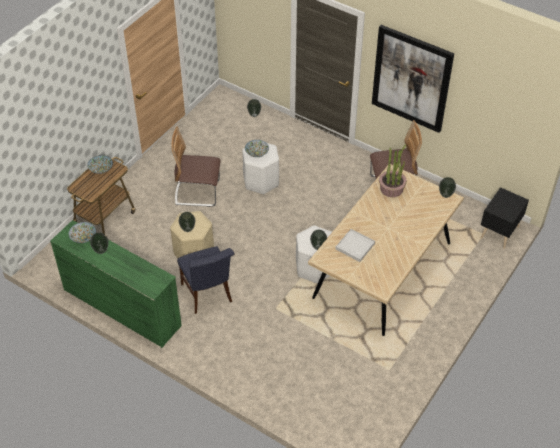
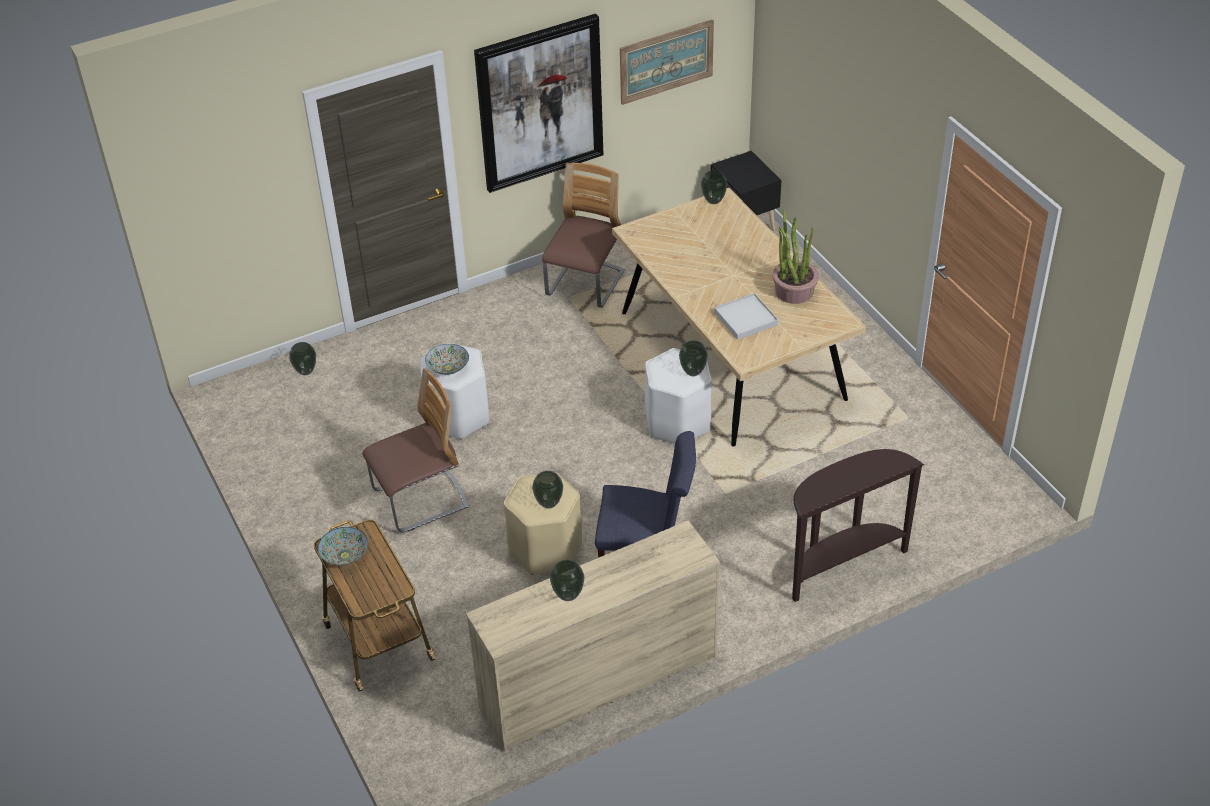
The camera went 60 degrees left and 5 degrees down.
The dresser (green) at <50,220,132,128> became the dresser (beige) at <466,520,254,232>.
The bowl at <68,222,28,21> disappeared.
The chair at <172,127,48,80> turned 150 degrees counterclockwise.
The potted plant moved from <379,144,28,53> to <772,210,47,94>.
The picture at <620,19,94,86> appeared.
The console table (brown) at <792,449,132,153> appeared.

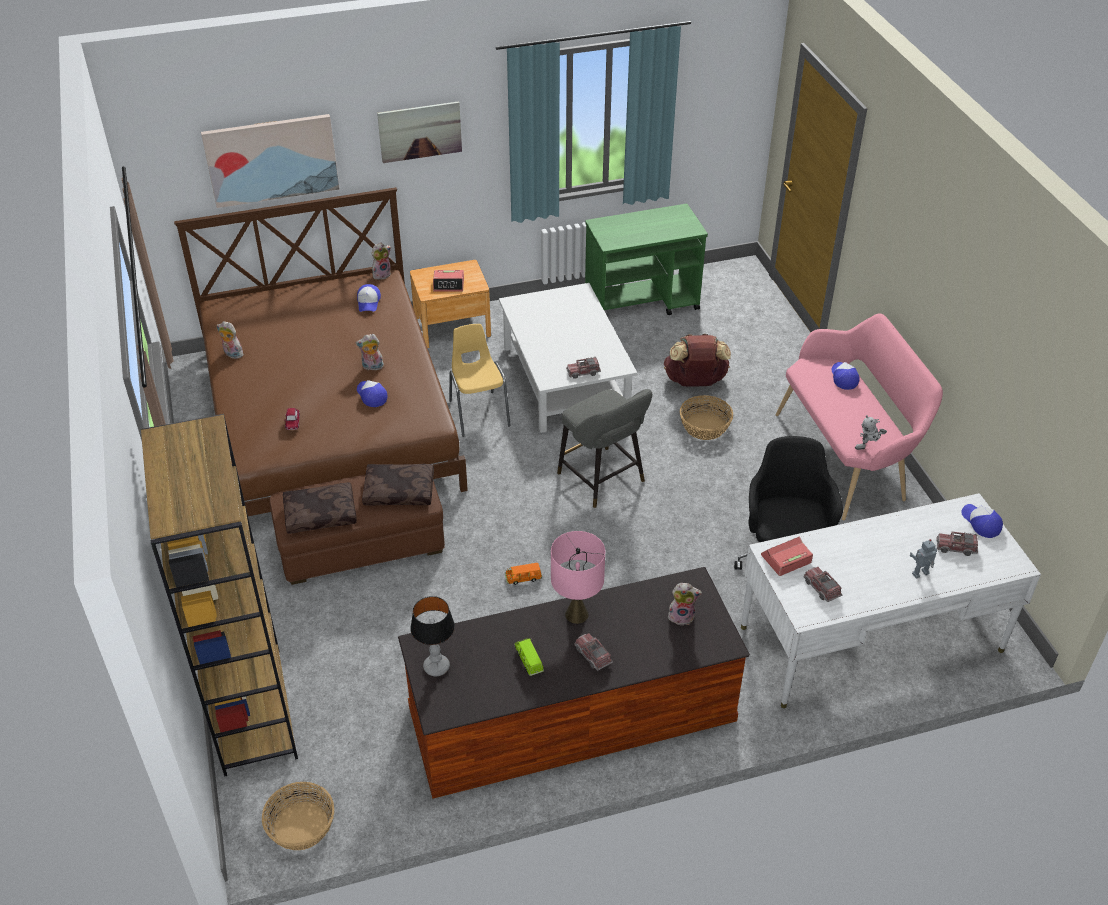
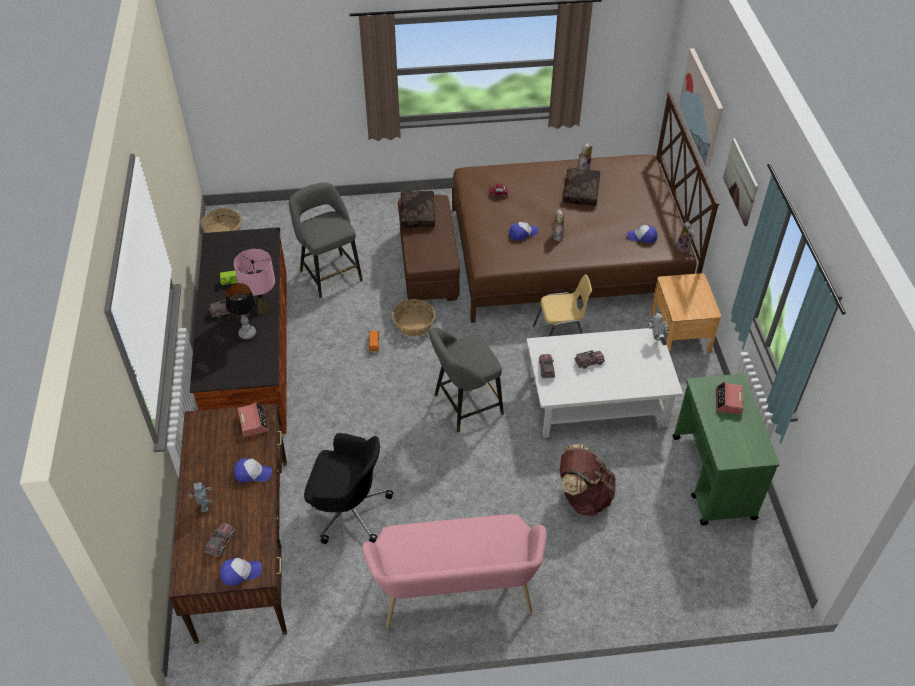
The camera went 100 degrees right and 5 degrees up.
The bookcase (brown) at <141,414,157,363> disappeared.
The pillow (brown) moved from <362,464,72,42> to <563,168,37,38>.
The table lamp moved from <410,596,45,80> to <226,283,30,56>.
The alarm clock moved from <433,270,31,22> to <716,382,28,33>.
The plush toy at <668,583,34,42> disappeared.
The basket moved from <679,395,54,45> to <392,299,43,38>.
The desk (white) at <741,493,300,215> became the desk (brown) at <169,404,118,240>.
The toy truck moved from <804,567,39,35> to <574,350,31,19>.
The cap moved from <831,362,29,28> to <234,458,38,24>.
The toy robot moved from <855,415,32,35> to <647,312,22,33>.
The stool (grey) at <289,183,74,115> appeared.

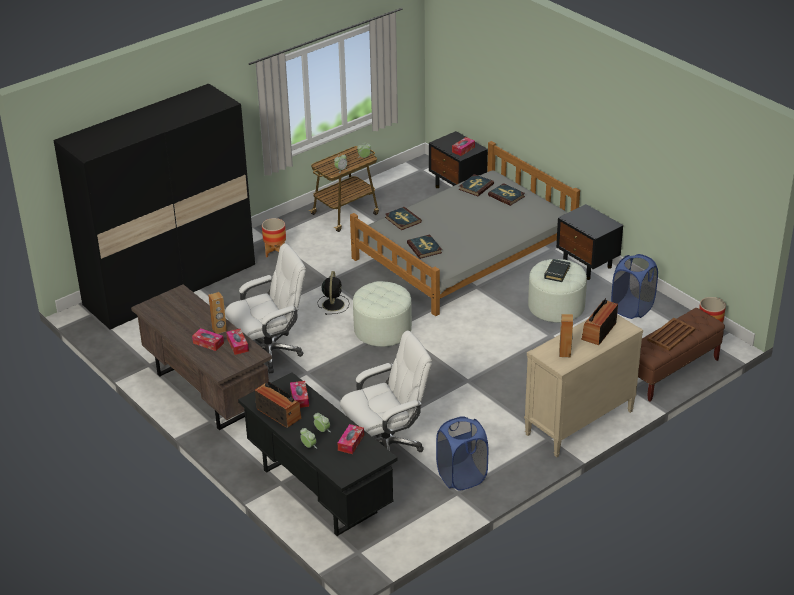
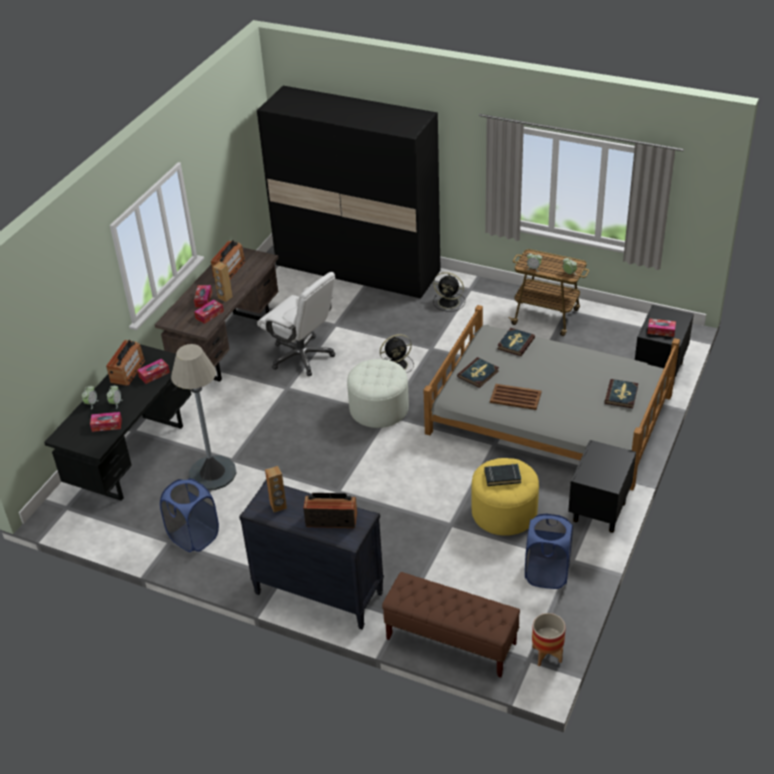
The camera went 65 degrees right and 5 degrees up.
The planter at <262,218,24,39> was replaced by the fan (black) at <433,272,32,40>.
The office chair (white) at <340,330,92,138> was replaced by the floor lamp (grey) at <171,344,65,146>.
The book at <459,174,35,22> disappeared.
The dresser (beige) at <524,314,119,143> became the dresser (black) at <239,480,145,150>.
The ottoman (white) at <528,259,59,64> became the ottoman (yellow) at <471,458,68,78>.
The tray (brown) moved from <647,318,49,33> to <490,384,52,26>.
The radio at <211,240,34,39> appeared.

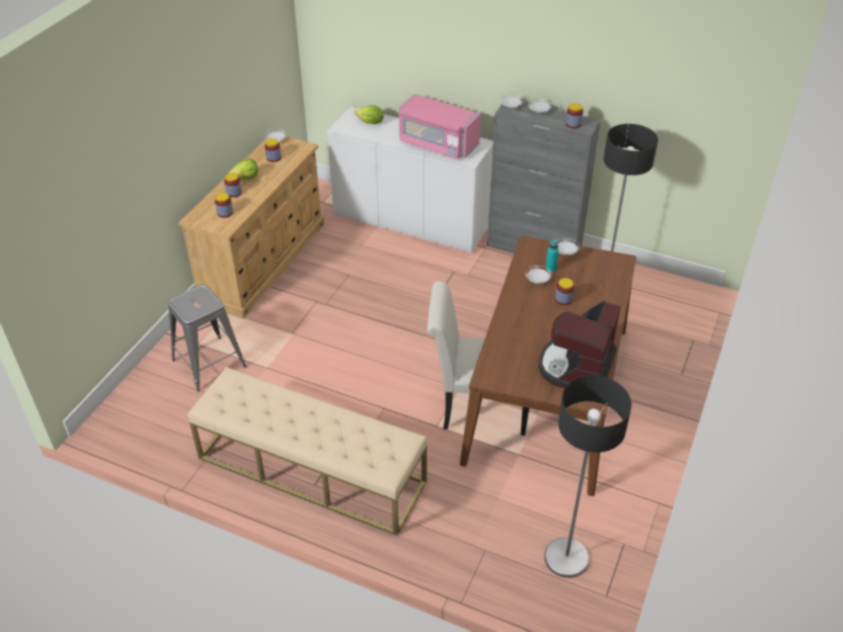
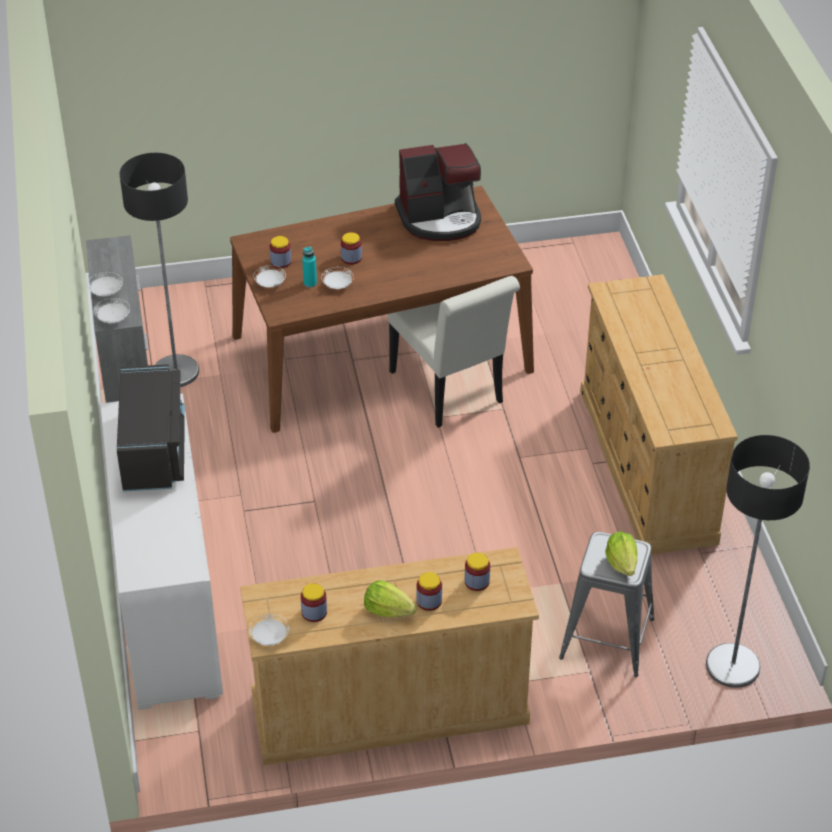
The camera went 125 degrees left and 0 degrees up.
The bench (beige) at <188,367,239,169> was replaced by the dresser (beige) at <580,274,158,281>.
The lettuce moved from <355,105,29,19> to <605,532,32,44>.
The microwave (pink) at <399,94,82,65> became the microwave (black) at <117,364,68,128>.
The floor lamp moved from <544,375,88,203> to <706,435,104,253>.
The jar moved from <566,103,17,25> to <270,236,21,32>.

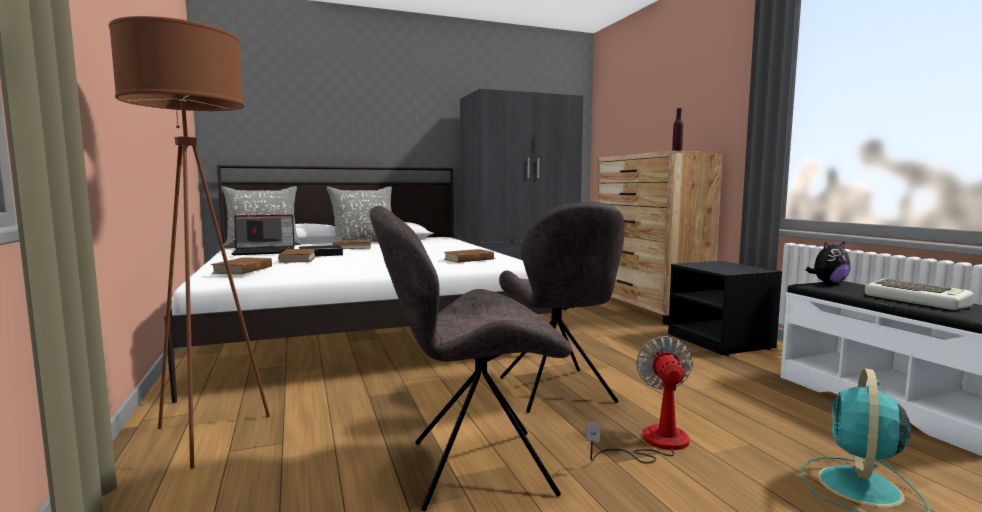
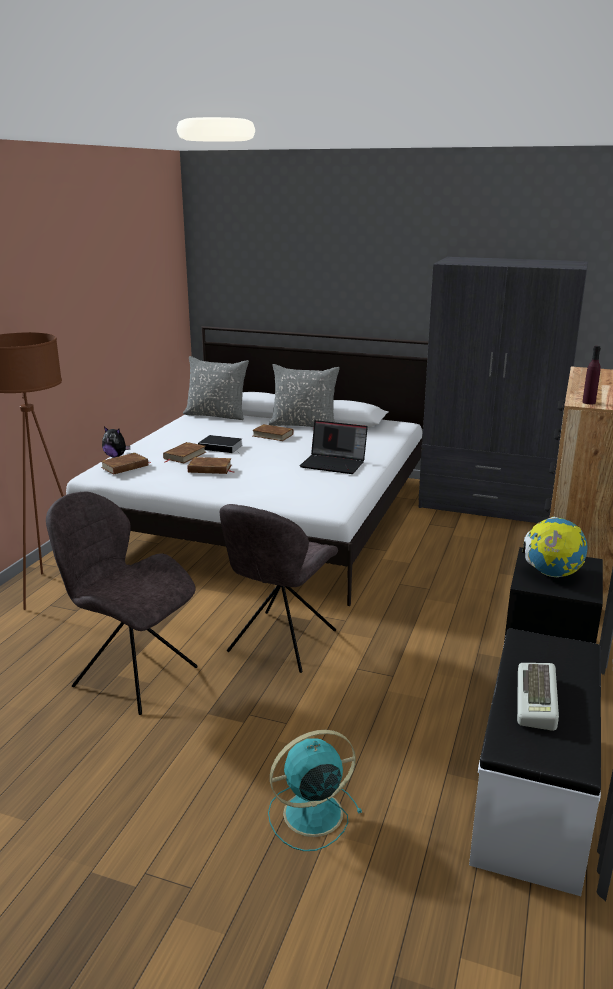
The camera went 40 degrees right and 15 degrees up.
The laptop moved from <231,215,63,40> to <300,420,68,54>.
The book (brown) moved from <444,249,50,14> to <188,457,45,17>.
The fan at <586,336,107,127> disappeared.
The plush toy moved from <806,241,45,43> to <102,427,28,31>.
The globe at <523,517,65,60> appeared.

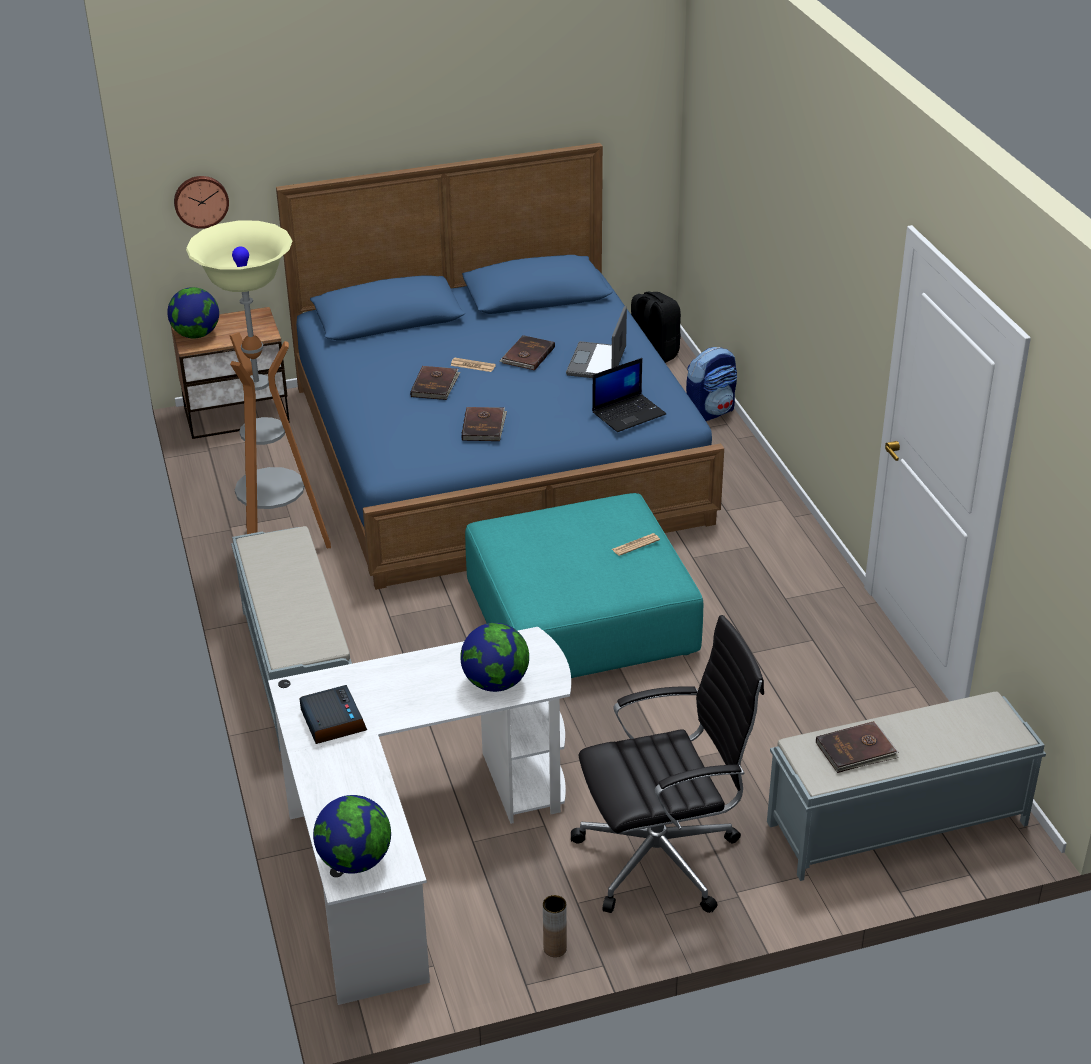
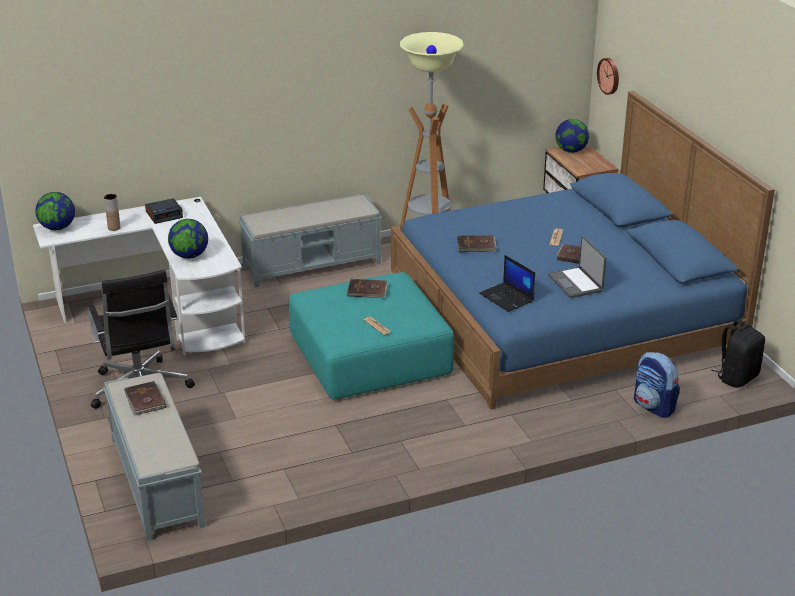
The camera went 85 degrees right and 5 degrees down.
The book (brown) moved from <410,366,51,34> to <347,279,41,19>.
The vase (brown) moved from <543,895,24,62> to <104,194,17,37>.
The laptop at <566,306,61,72> turned 120 degrees counterclockwise.

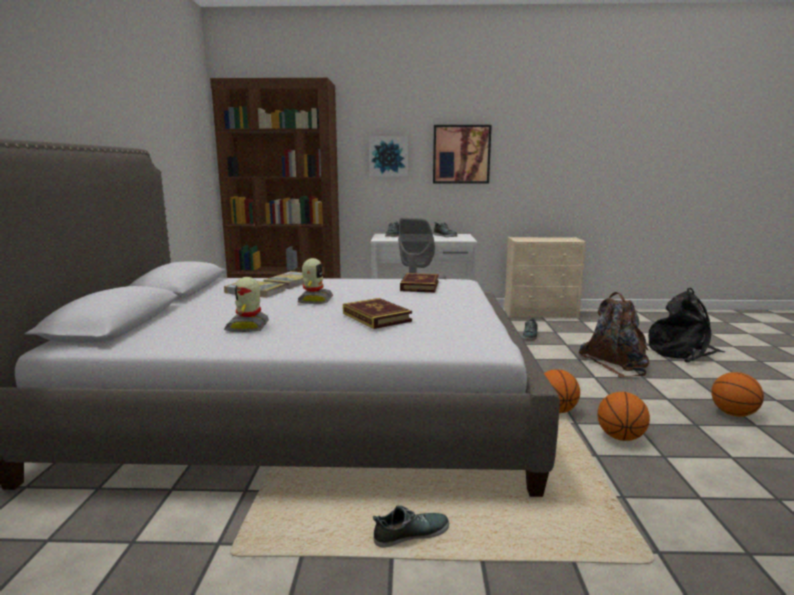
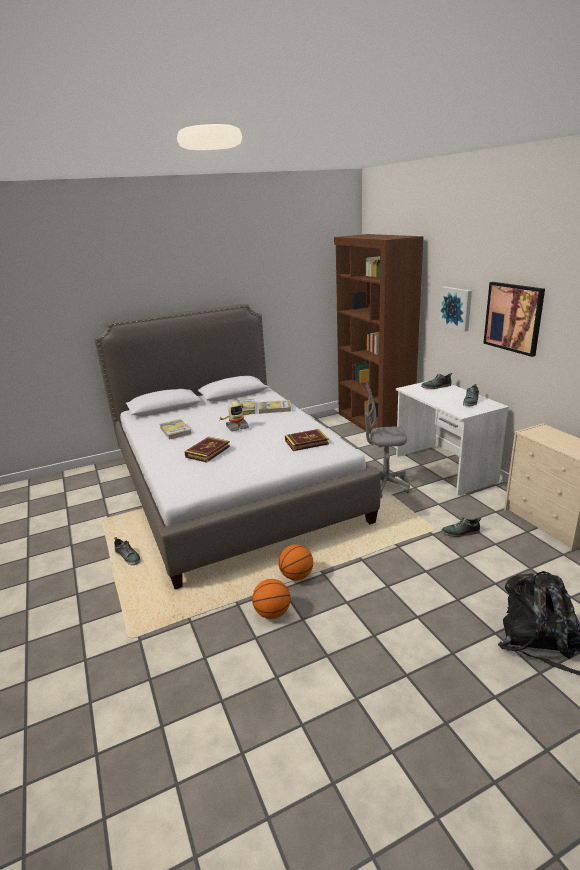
The camera went 65 degrees right and 10 degrees up.
The toy robot at <224,277,45,55> was replaced by the book at <160,419,31,21>.
The backpack (brown) at <579,292,70,86> disappeared.
The basketball at <711,372,53,45> disappeared.

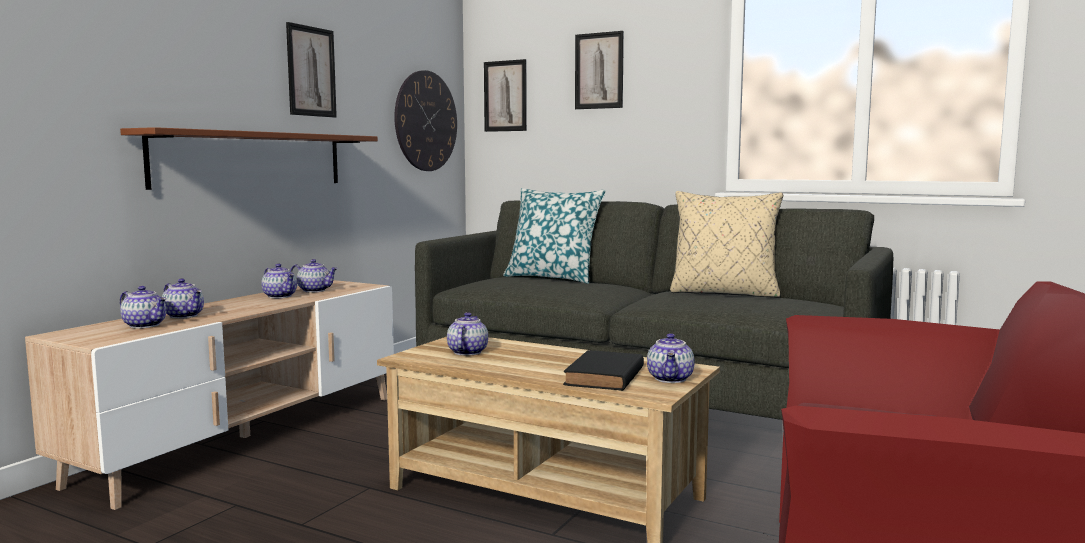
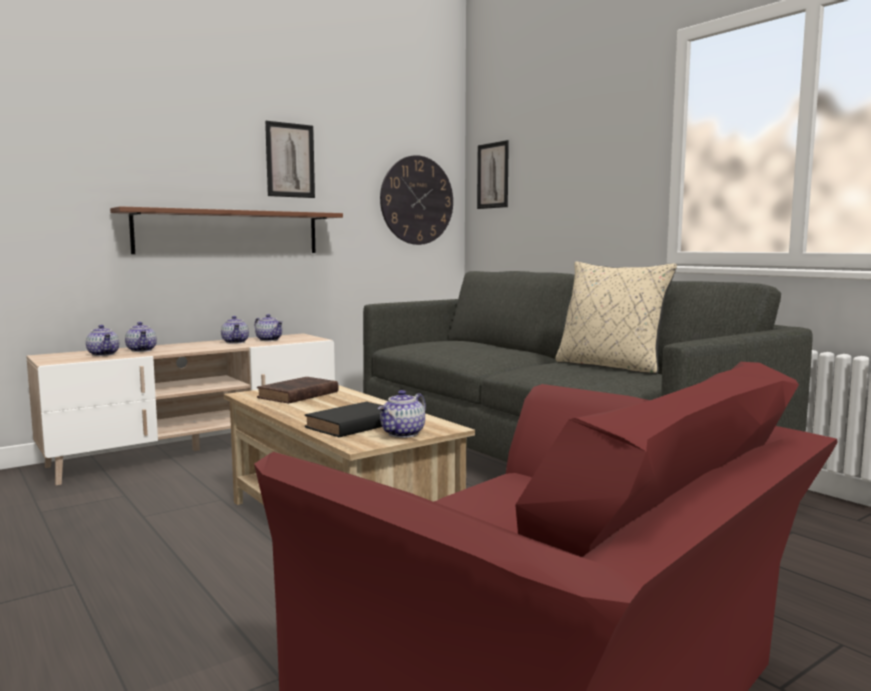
The camera went 25 degrees right and 0 degrees up.
The teapot at <447,312,41,44> was replaced by the book (brown) at <257,377,82,27>.
The pillow at <503,188,103,96> disappeared.
The picture at <575,31,49,78> disappeared.

